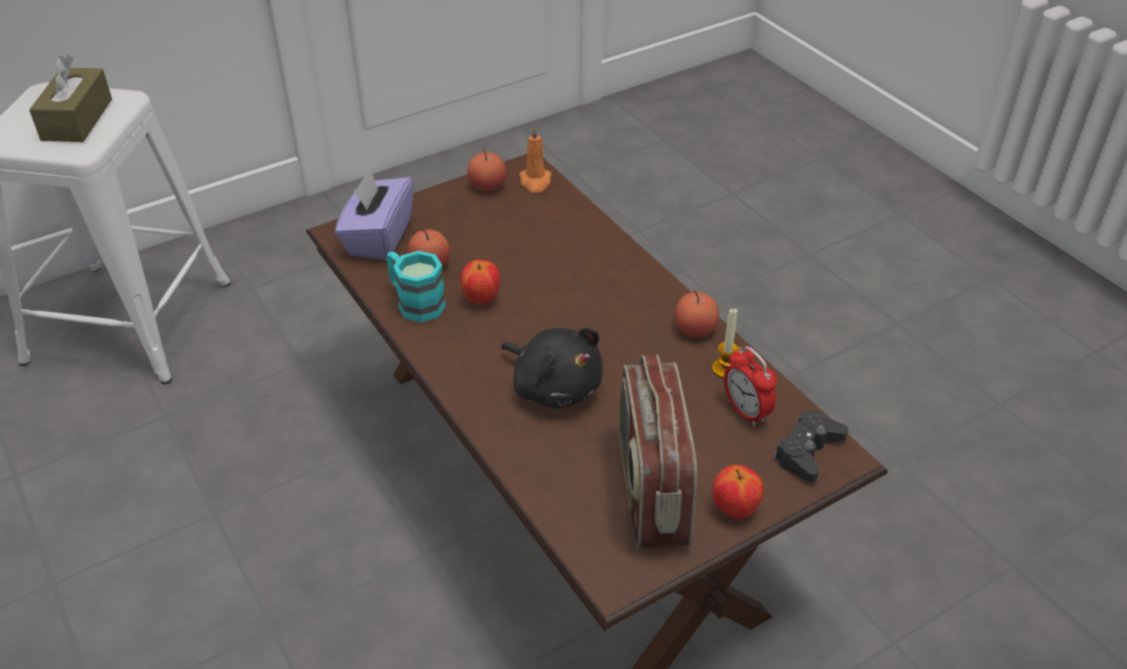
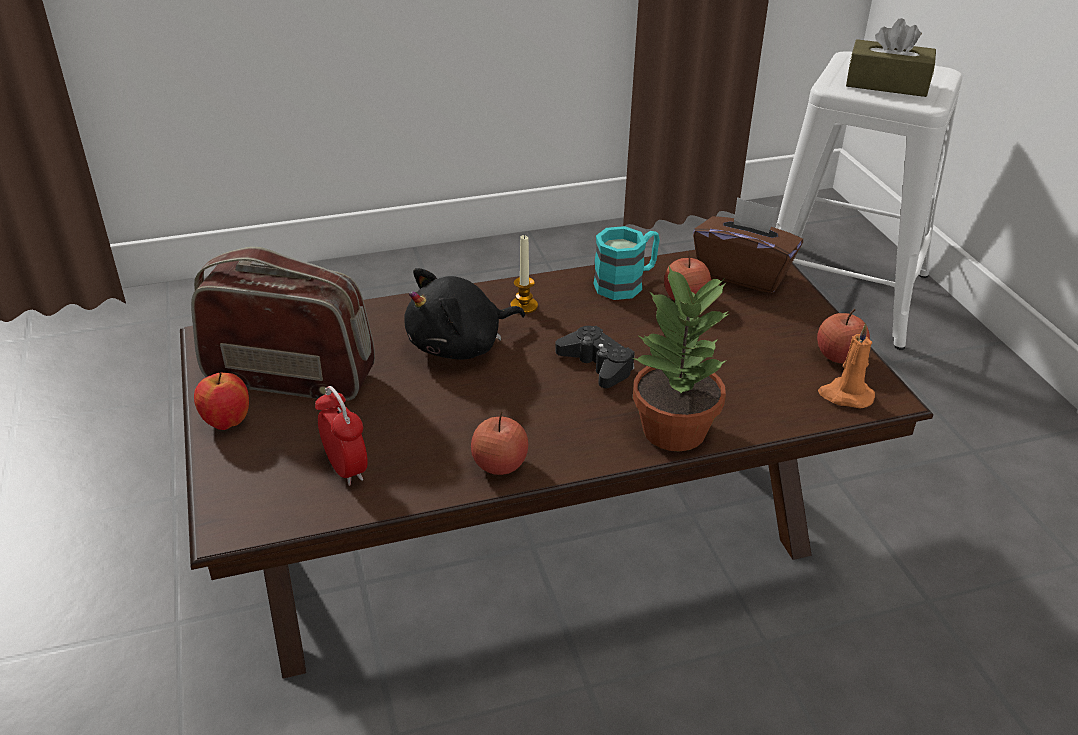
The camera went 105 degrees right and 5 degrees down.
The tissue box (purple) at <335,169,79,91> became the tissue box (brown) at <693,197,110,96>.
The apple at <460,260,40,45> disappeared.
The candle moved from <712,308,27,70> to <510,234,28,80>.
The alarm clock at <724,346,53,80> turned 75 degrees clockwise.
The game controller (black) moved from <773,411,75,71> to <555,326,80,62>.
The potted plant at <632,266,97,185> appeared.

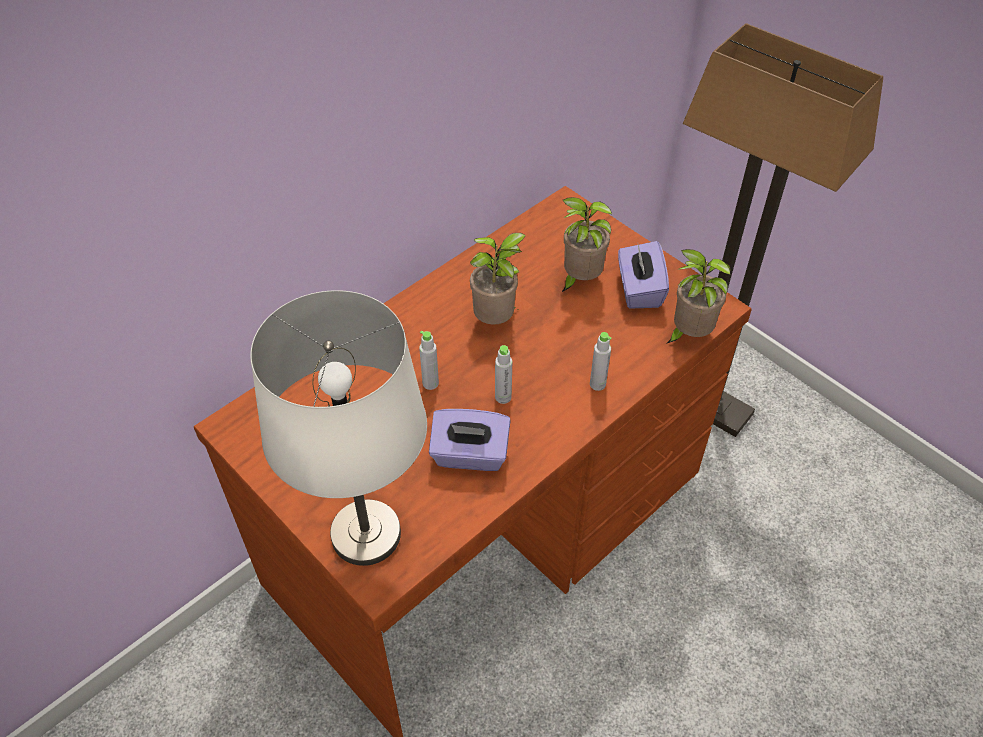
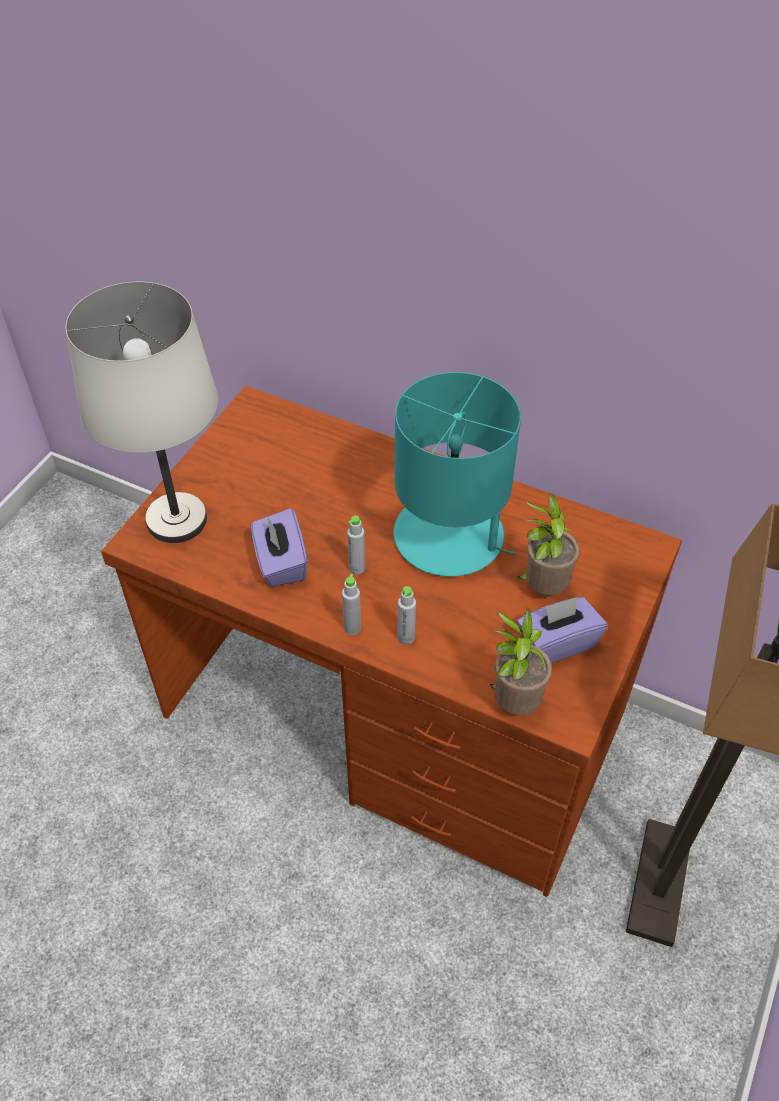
The camera went 70 degrees right and 0 degrees up.
The bottle (grey) moved from <419,331,20,59> to <342,574,19,61>.
The potted plant at <470,233,56,92> was replaced by the table lamp (turquoise) at <393,372,128,205>.

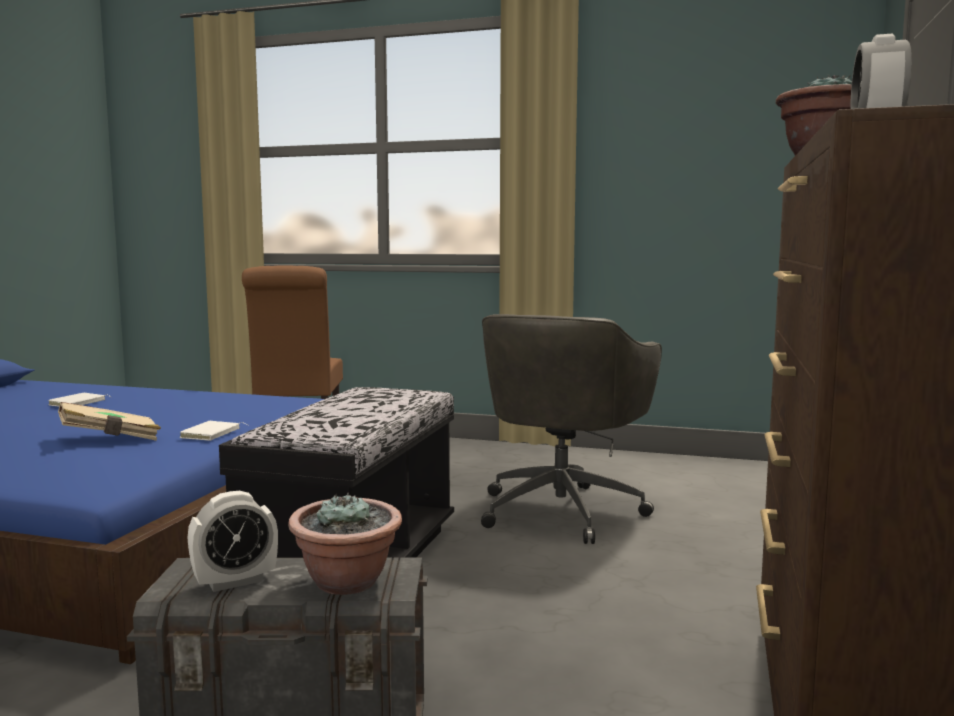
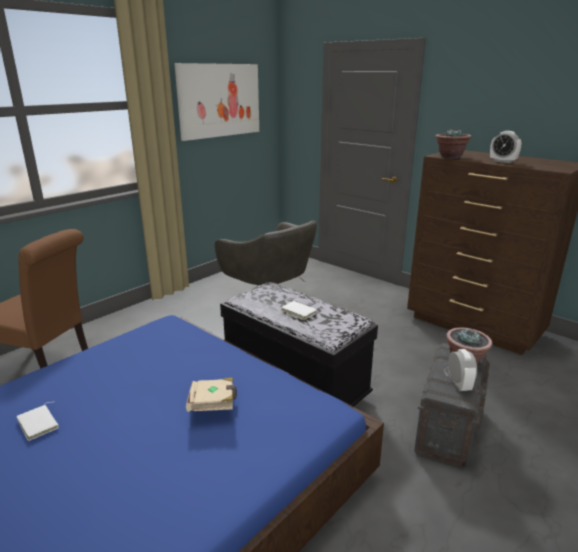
The camera went 65 degrees left and 15 degrees up.
The book (white) moved from <180,421,68,20> to <281,299,36,21>.
The picture at <174,63,85,78> appeared.

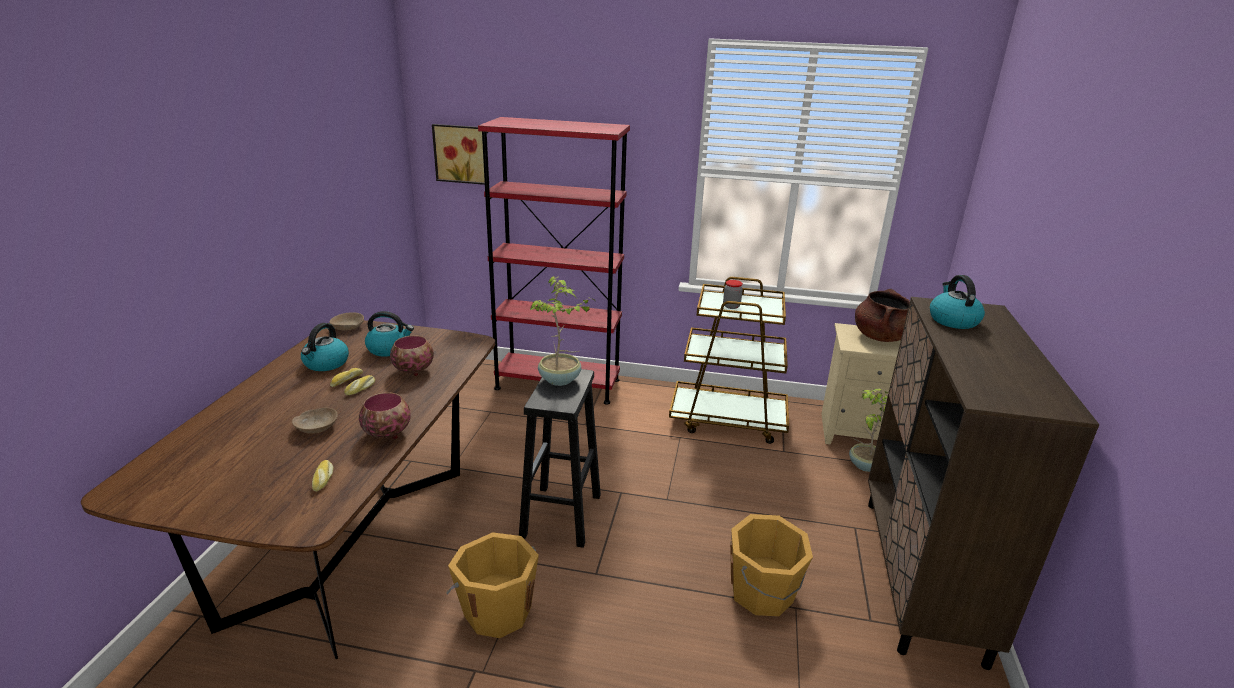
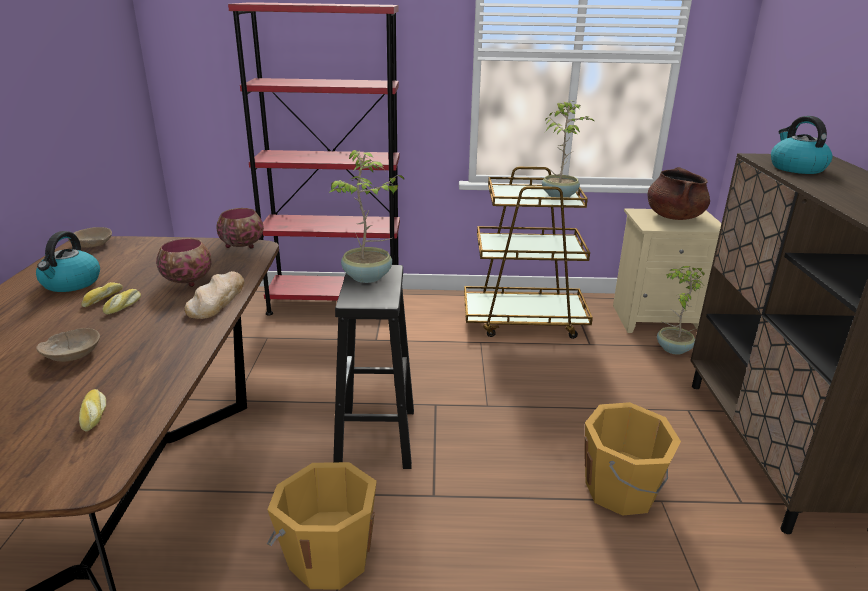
The camera went 10 degrees left and 0 degrees up.
The bowl moved from <359,392,52,47> to <216,208,48,41>.
The kettle at <365,311,49,46> disappeared.
The picture at <432,124,57,61> disappeared.
The jar at <723,280,20,29> disappeared.
The bread at <185,271,60,48> appeared.
The potted plant at <542,100,52,98> appeared.

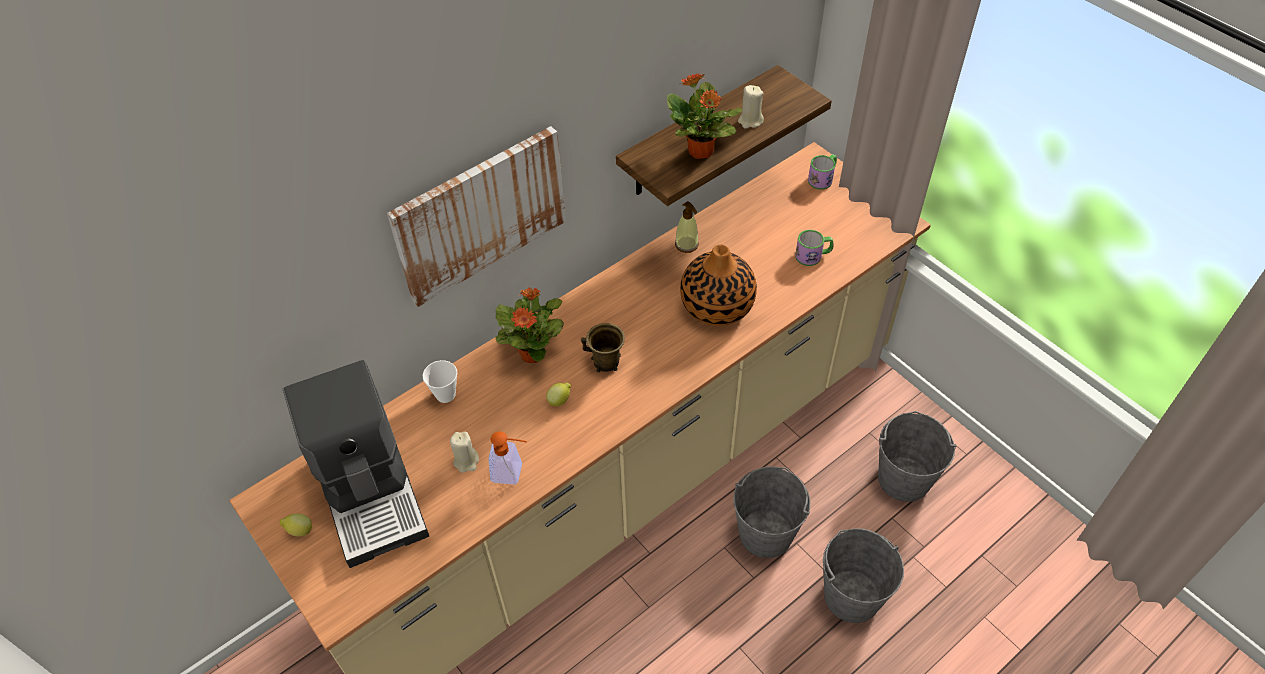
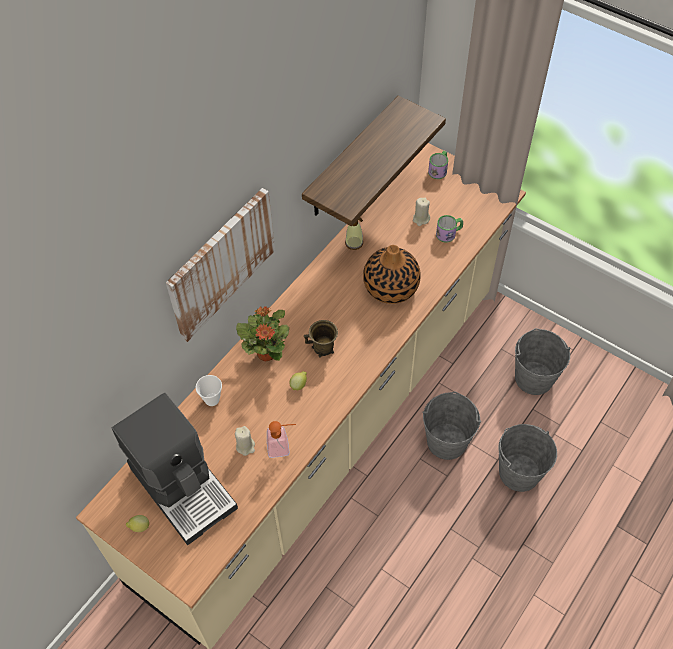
The camera went 15 degrees left and 5 degrees up.
The potted plant at <667,73,75,86> disappeared.
The candle (beige) moved from <738,85,26,44> to <413,198,17,28>.

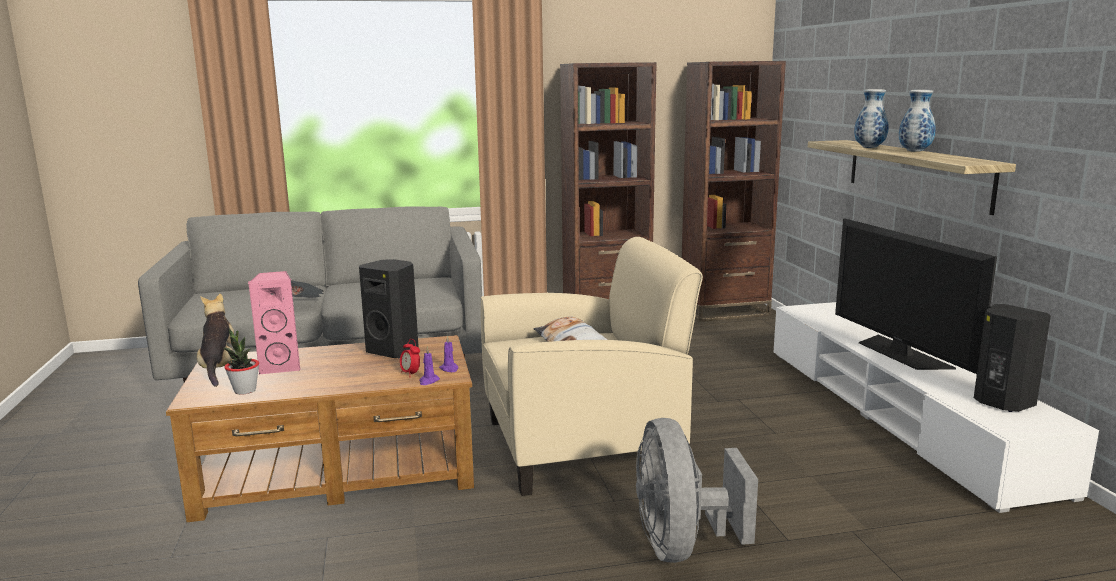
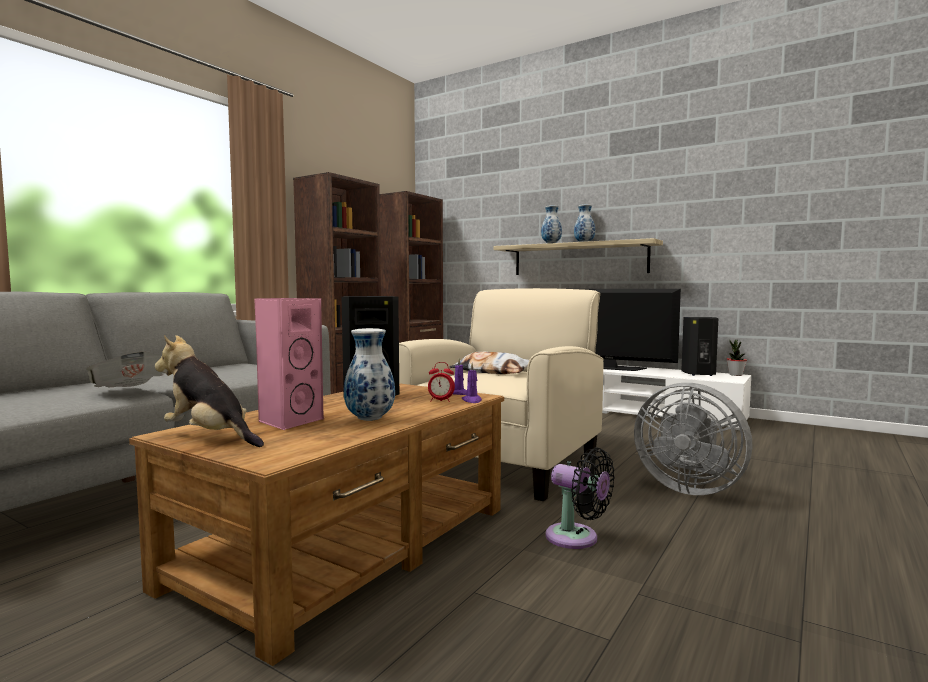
The camera went 45 degrees left and 10 degrees down.
The potted plant moved from <223,328,36,67> to <727,340,20,36>.
The vase at <344,328,51,93> appeared.
The fan (black) at <546,447,69,102> appeared.

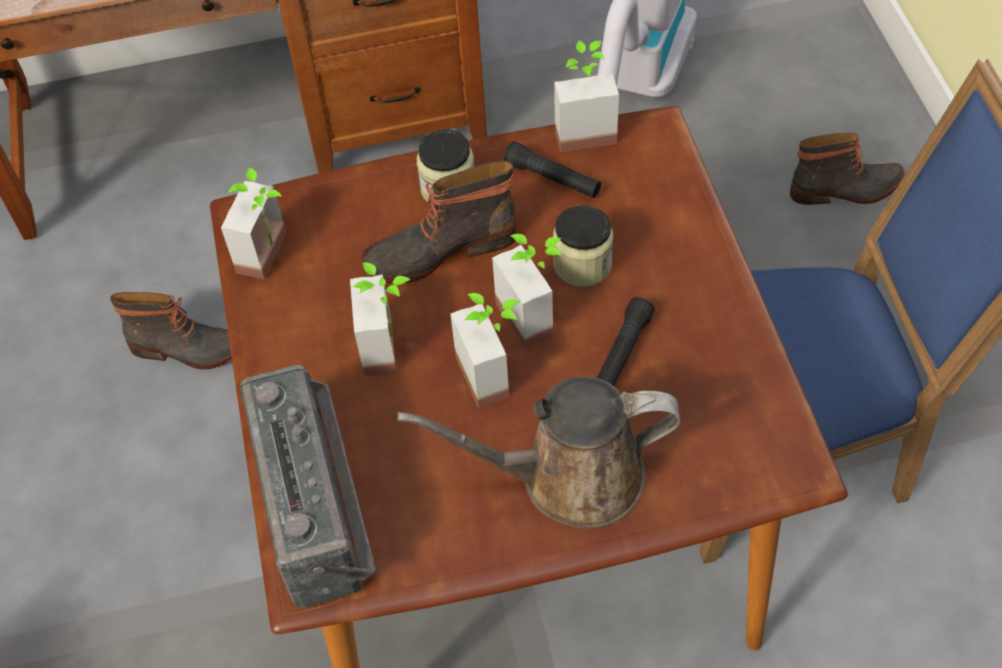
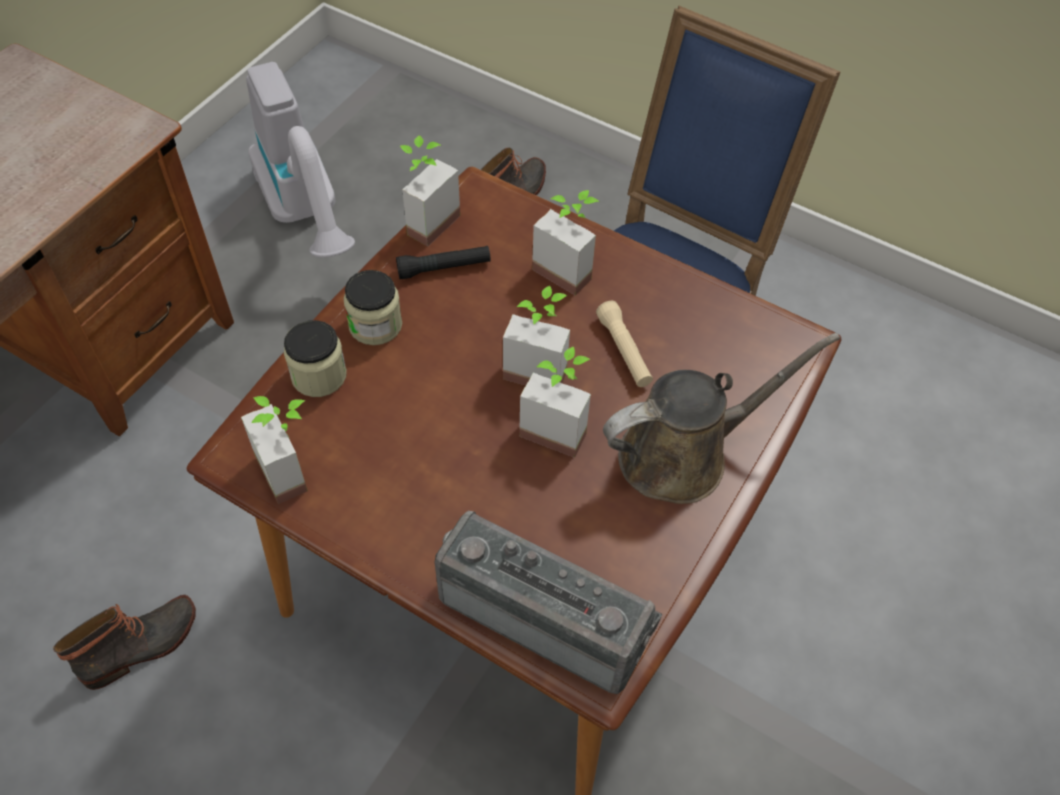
The camera went 50 degrees left and 0 degrees up.
The potted plant moved from <350,263,61,113> to <532,190,68,106>.
The boot at <361,161,155,122> disappeared.
The watering can (brown) at <397,377,284,151> turned 150 degrees counterclockwise.
The jar moved from <553,205,60,82> to <284,320,63,77>.
The flashlight (black) at <597,297,58,89> became the flashlight (beige) at <596,301,57,86>.

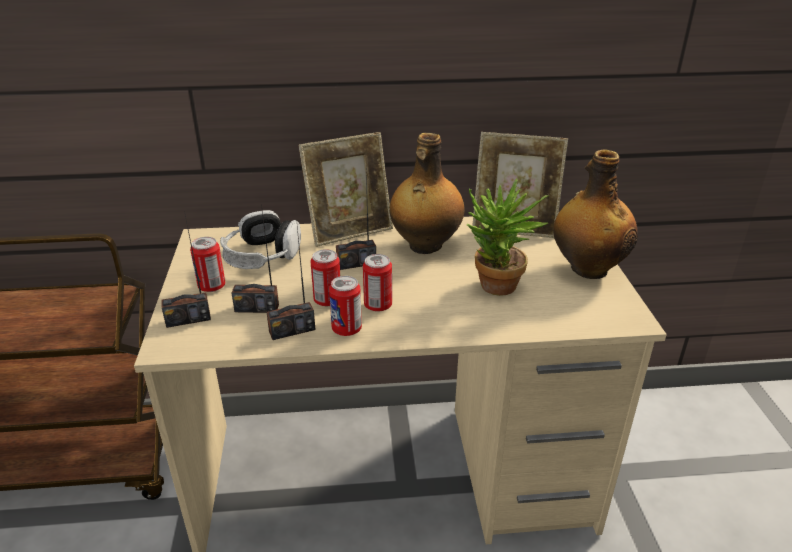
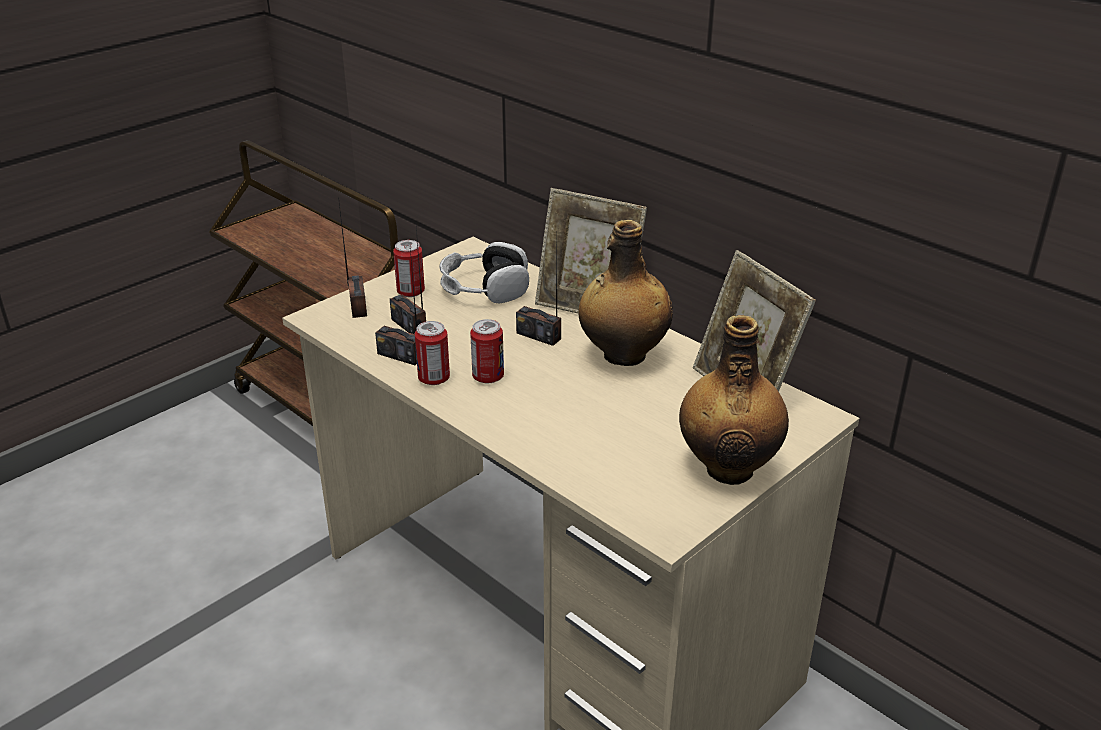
The camera went 50 degrees right and 0 degrees up.
The radio at <161,215,50,113> turned 135 degrees counterclockwise.
The can at <310,249,30,57> disappeared.
The potted plant at <467,179,83,117> disappeared.

